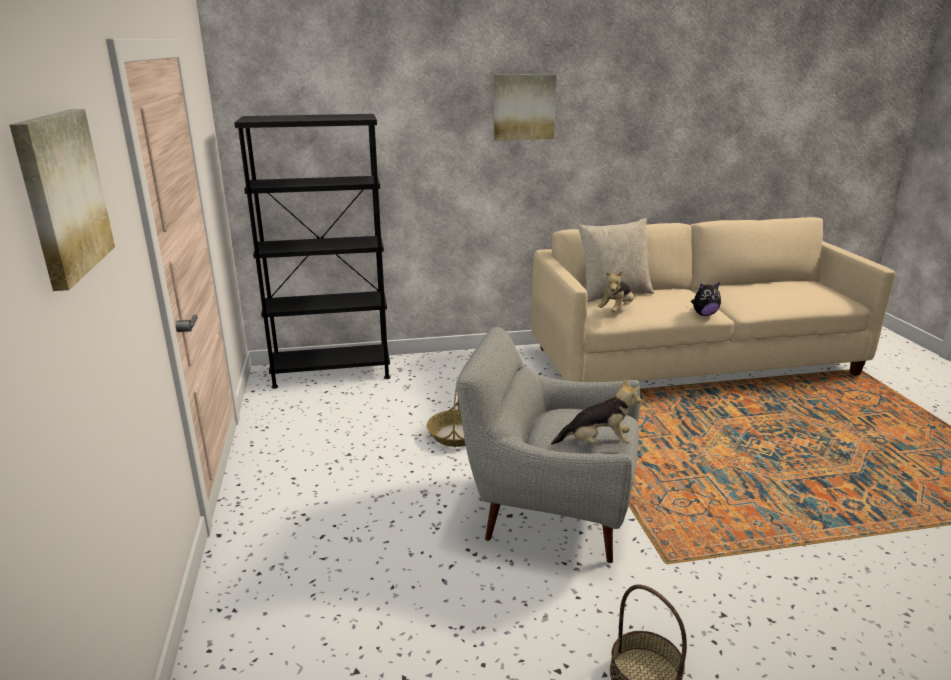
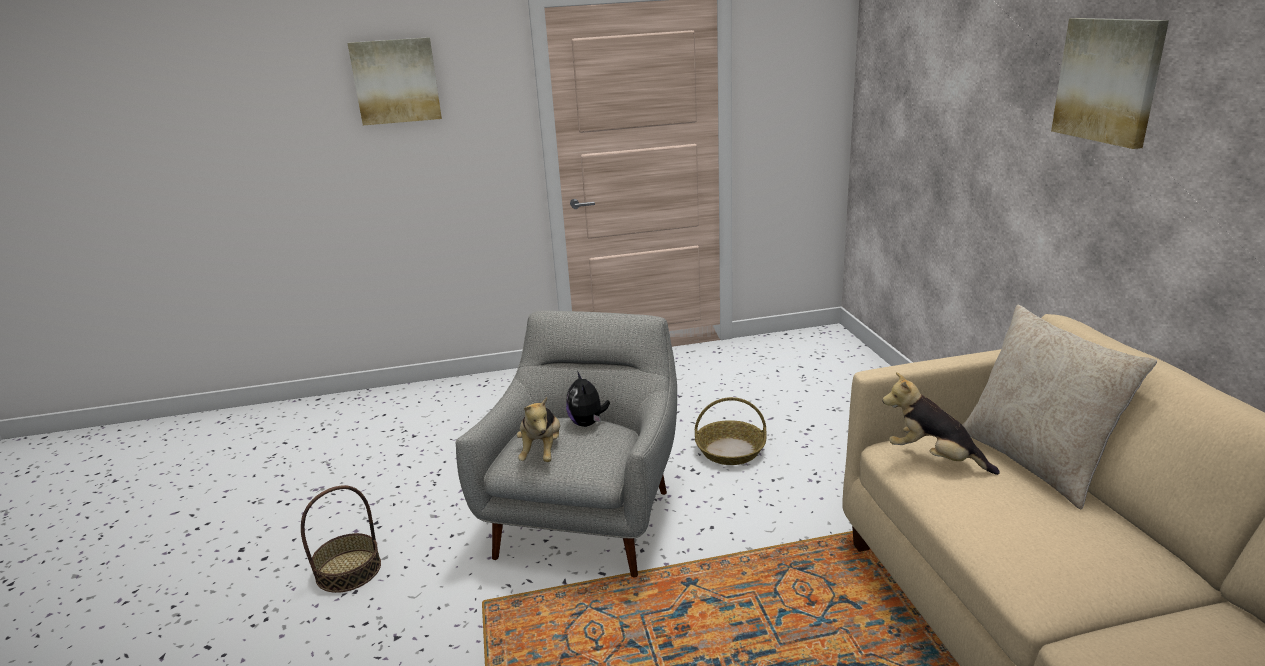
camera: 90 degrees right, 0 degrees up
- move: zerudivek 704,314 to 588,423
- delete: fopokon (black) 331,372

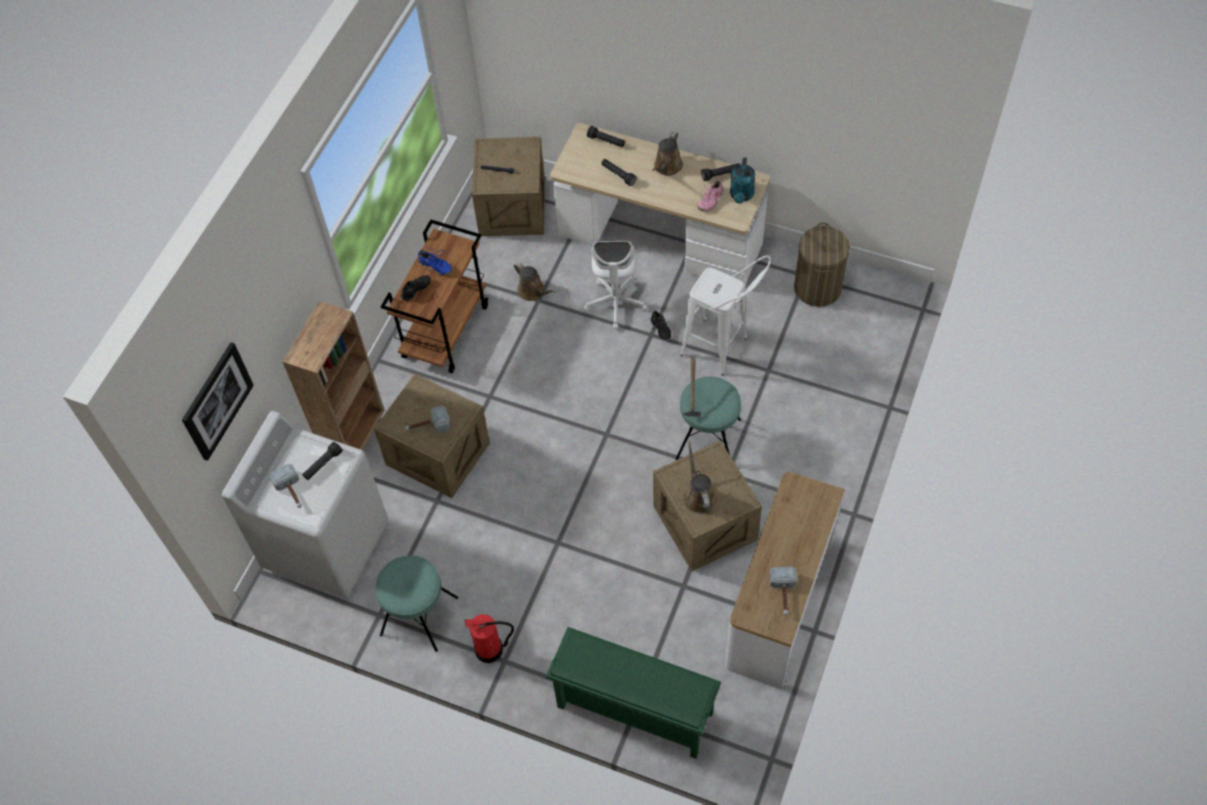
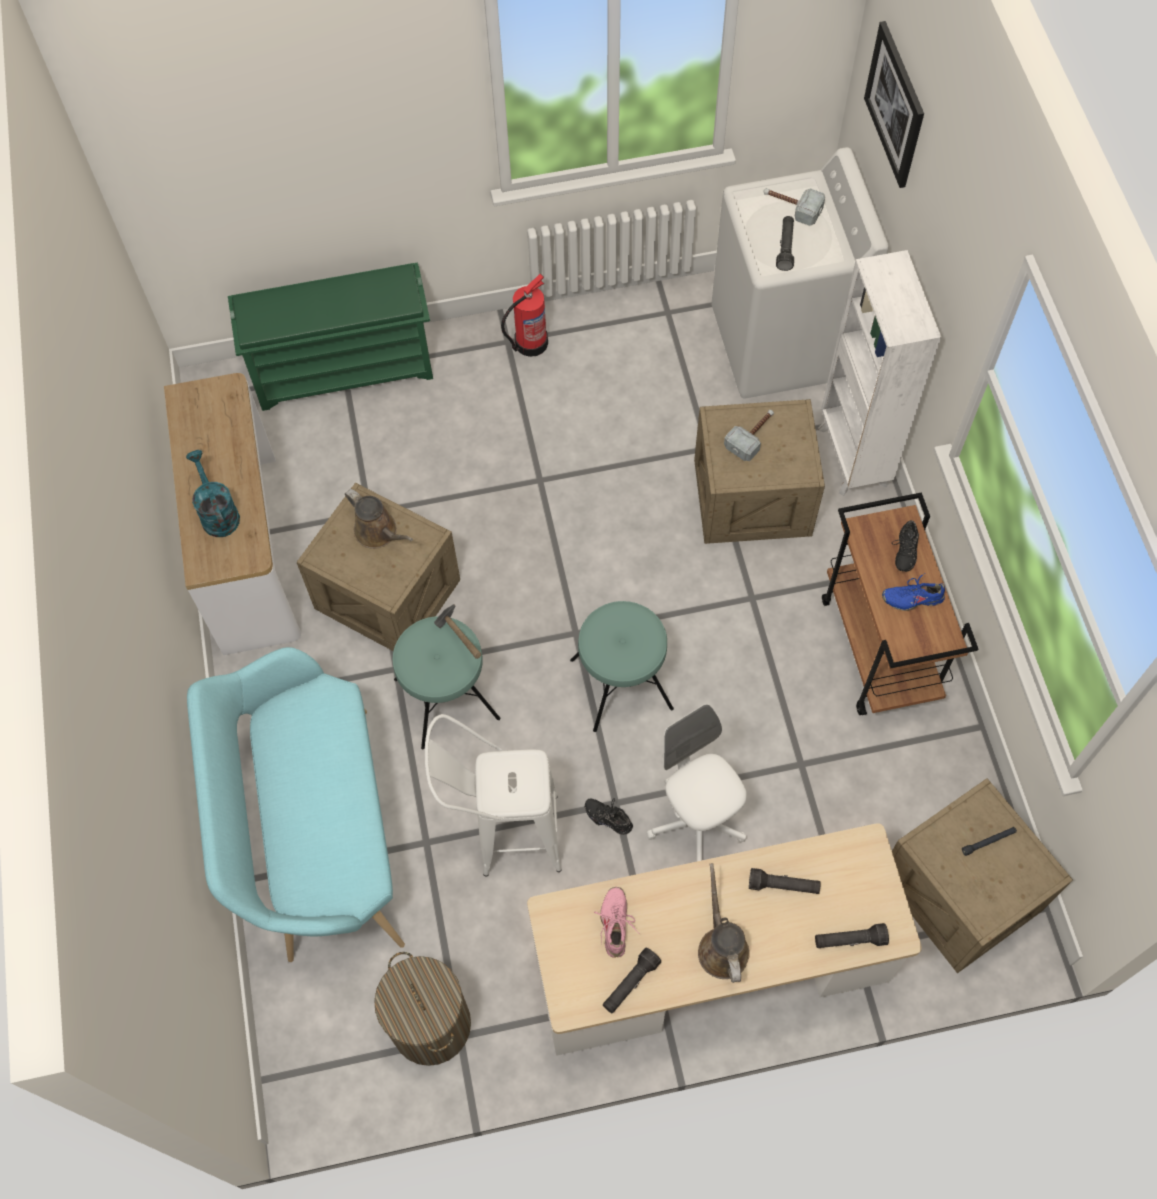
camera: 145 degrees right, 5 degrees up
- move: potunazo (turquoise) 741,196 to 217,513
- insert: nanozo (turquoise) 317,838
- move: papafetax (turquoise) 419,616 to 621,684
- recolor: fopokon (brown) 357,442 to fopokon (white) 852,458
- delete: potunazo (brown) 533,291
- delete: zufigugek 783,594

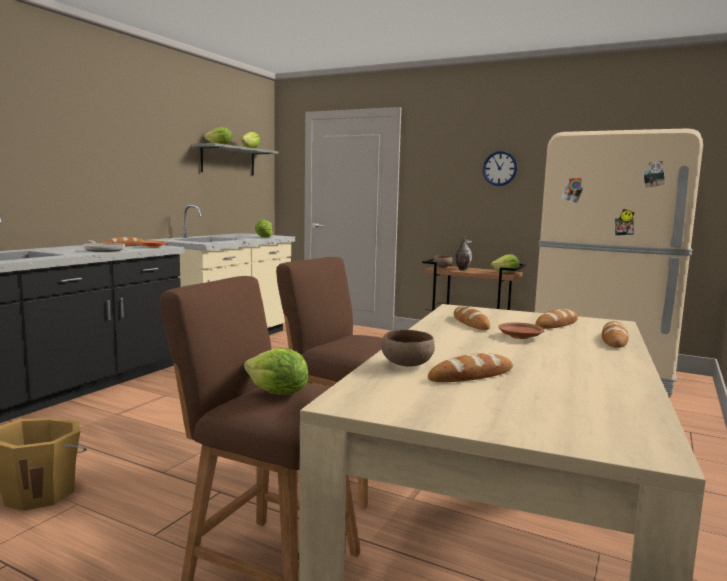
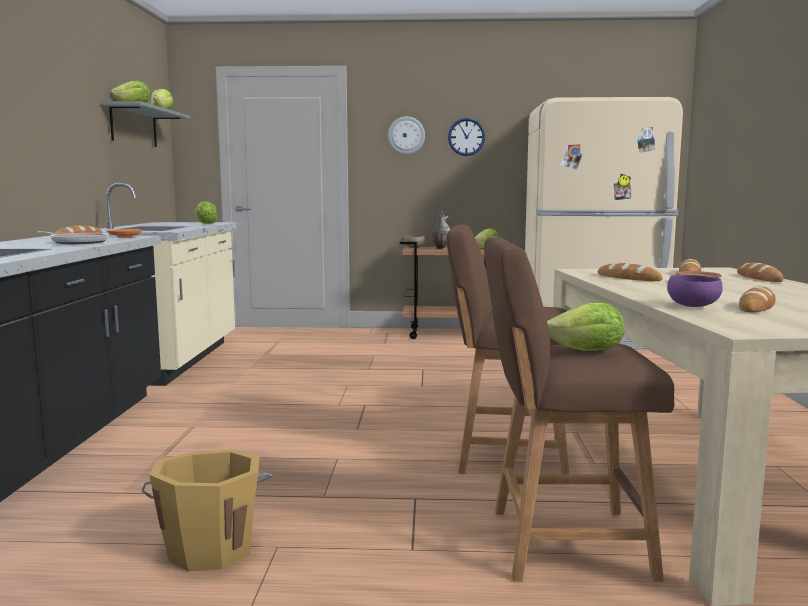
camera: 25 degrees left, 0 degrees up
- insert: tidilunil 406,135
- recolor: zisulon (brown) 407,365 to zisulon (purple) 694,306

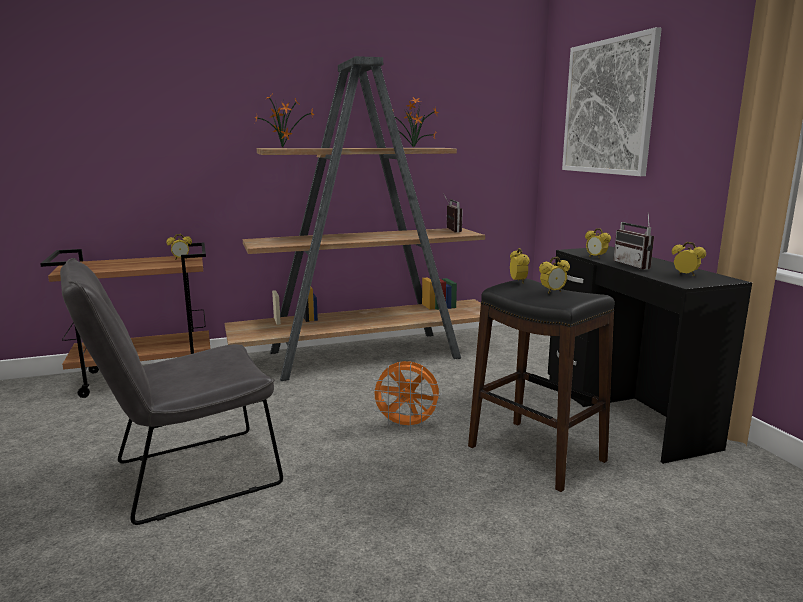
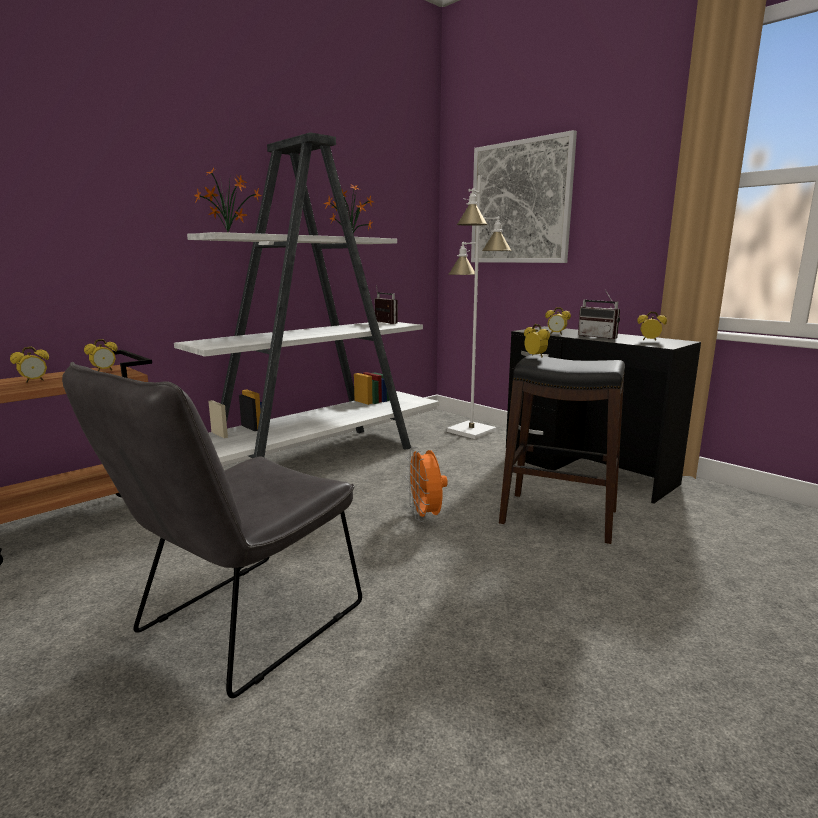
camera: 25 degrees left, 0 degrees up
- move: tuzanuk 552,292 to 34,381
- recolor: fopokon (brown) 367,355 to fopokon (white) 317,459
- rotate: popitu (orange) 407,425 = 425,516 90 degrees clockwise
- insert: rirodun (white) 470,431

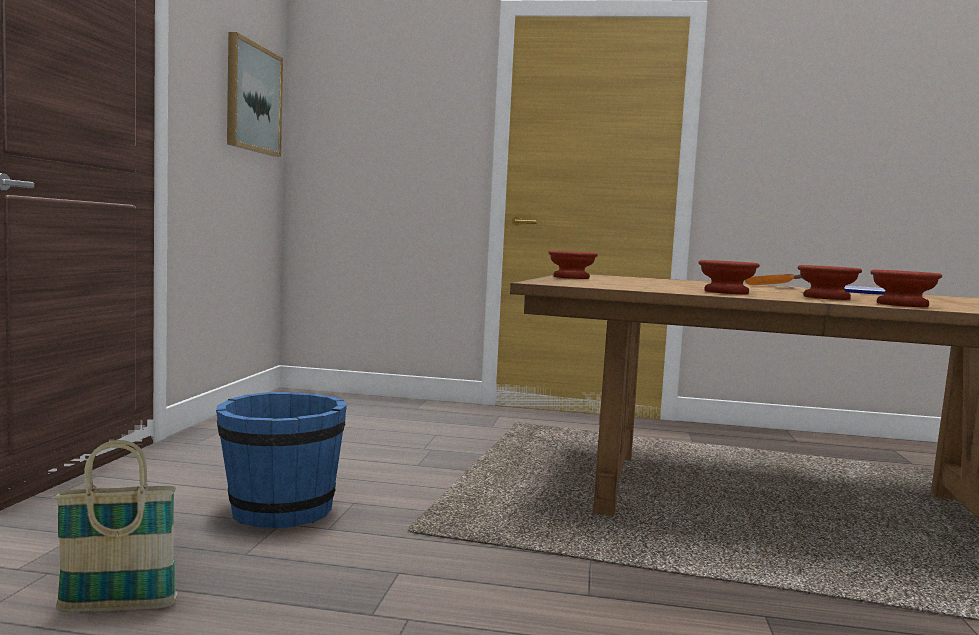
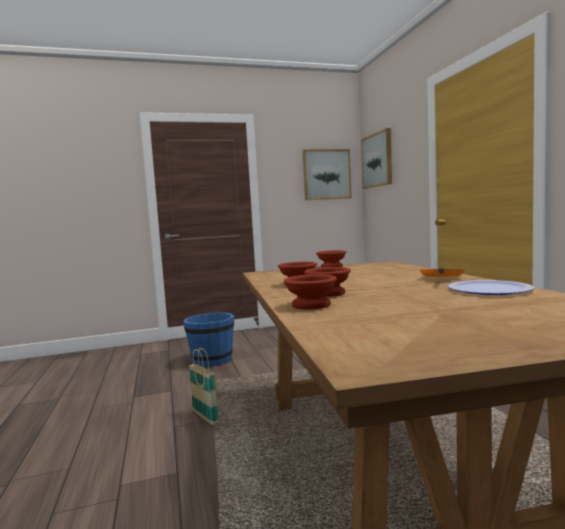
camera: 65 degrees right, 0 degrees up
- move: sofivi 117,607 to 205,417
- insert: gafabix 377,160

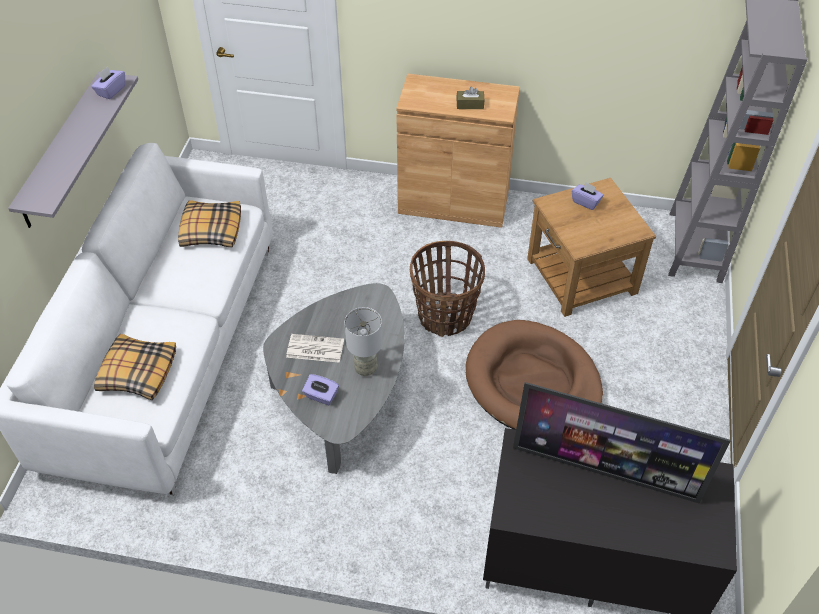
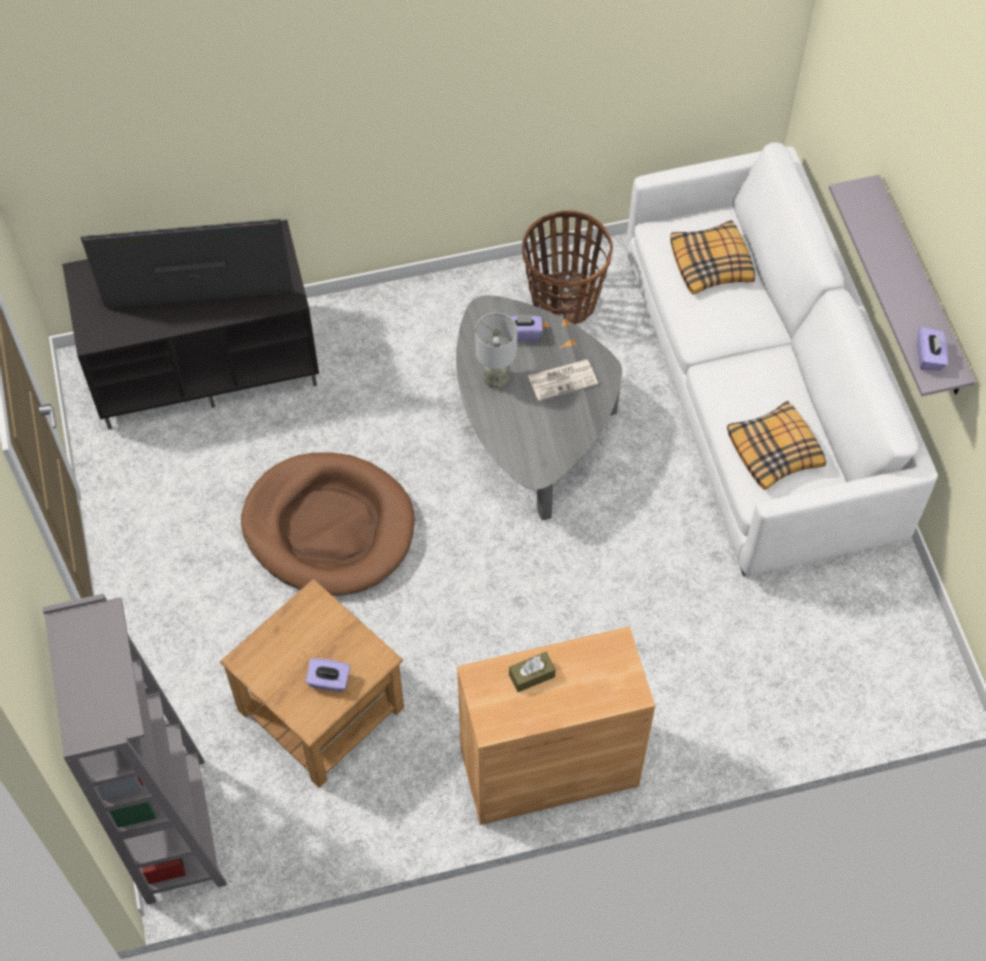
camera: 155 degrees right, 10 degrees up
- move: sofivi 445,316 to 564,299

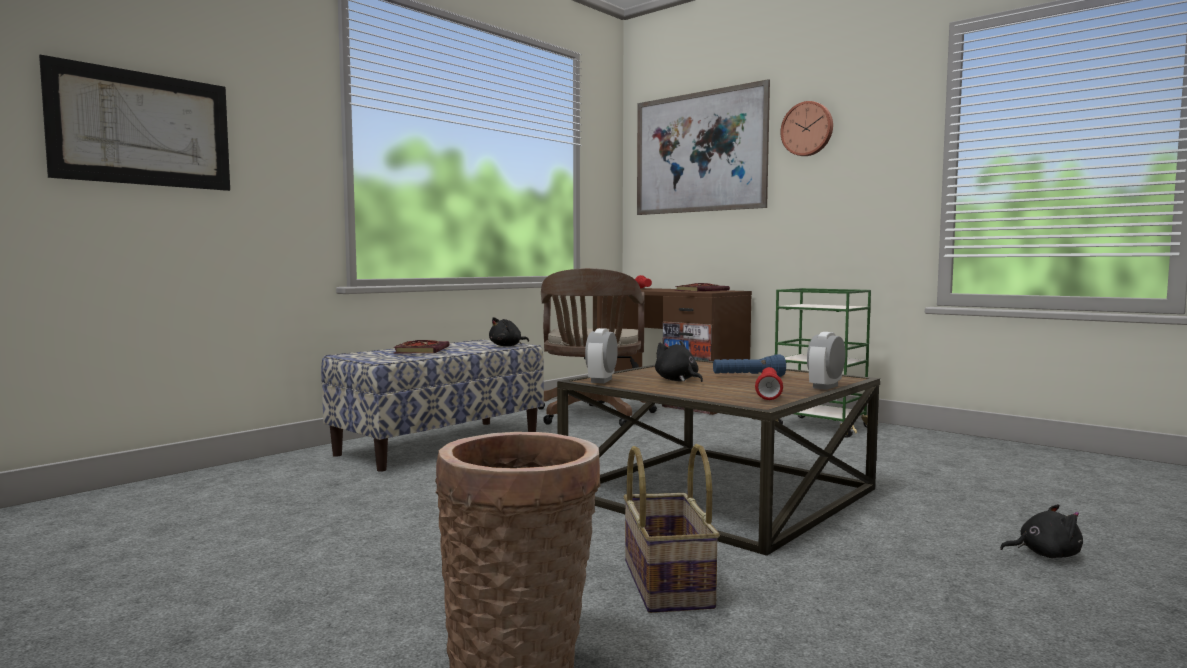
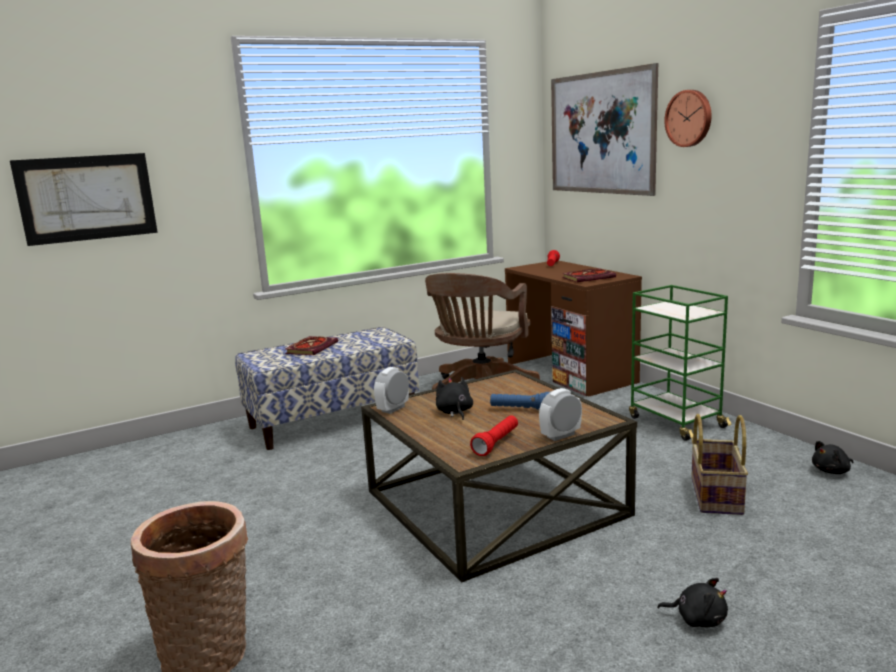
camera: 20 degrees right, 10 degrees up
- move: sofivi 665,583 to 714,495
- move: zerudivek (black) 507,346 to 832,471

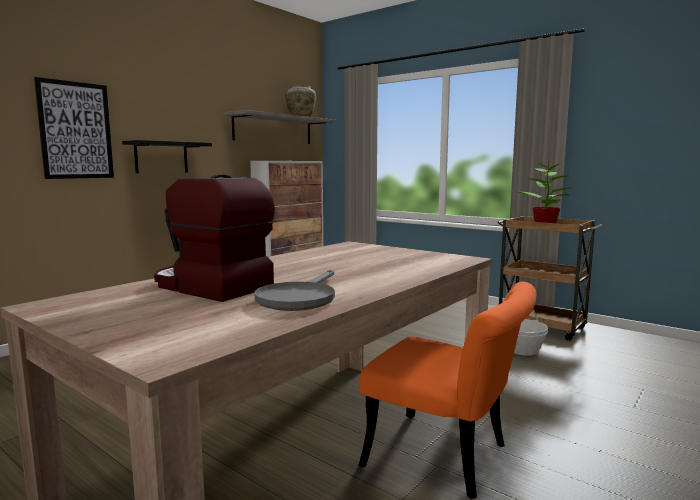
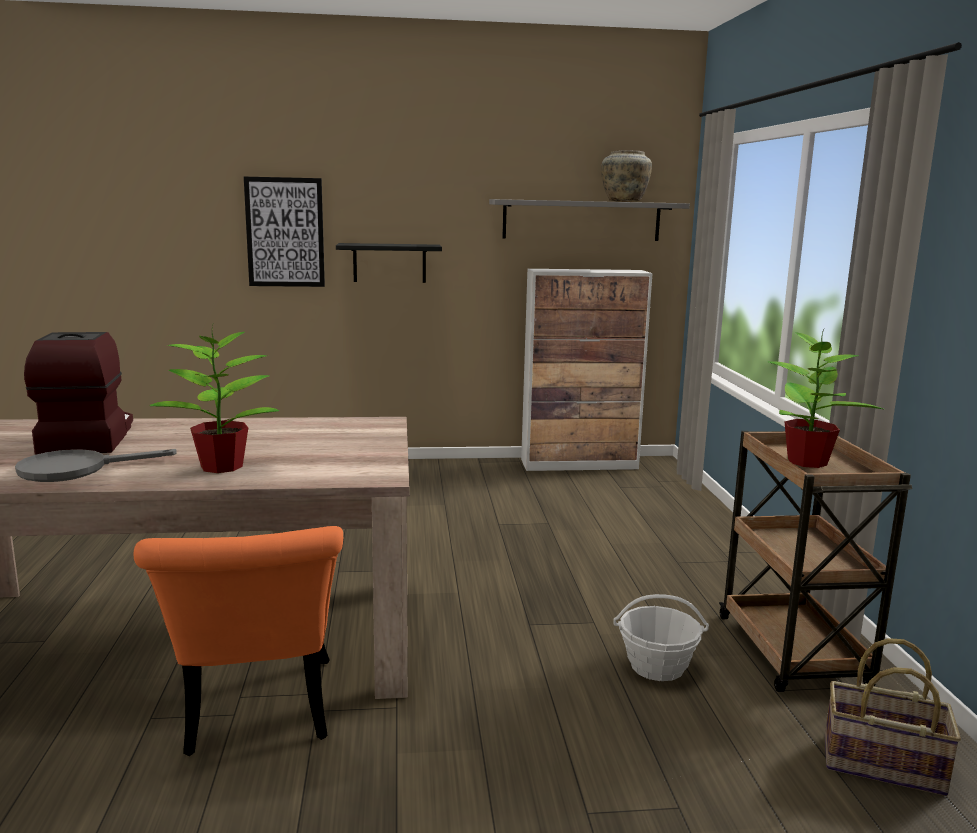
camera: 45 degrees right, 5 degrees up
- insert: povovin 223,466
- insert: sofivi 882,766

